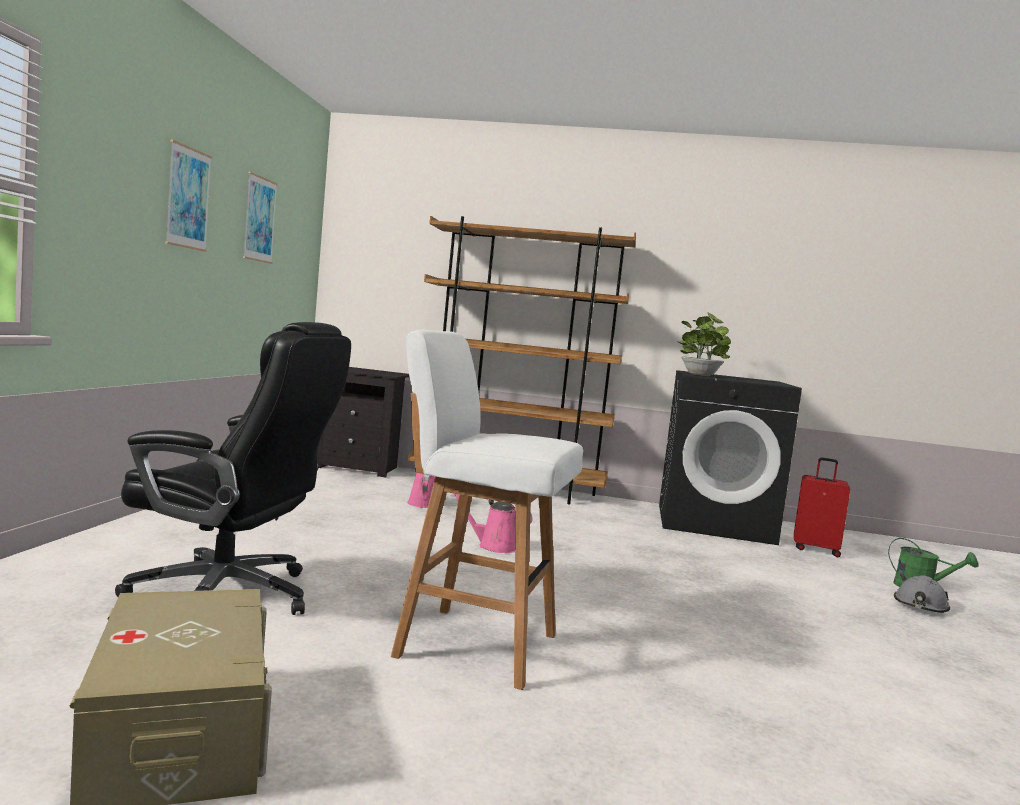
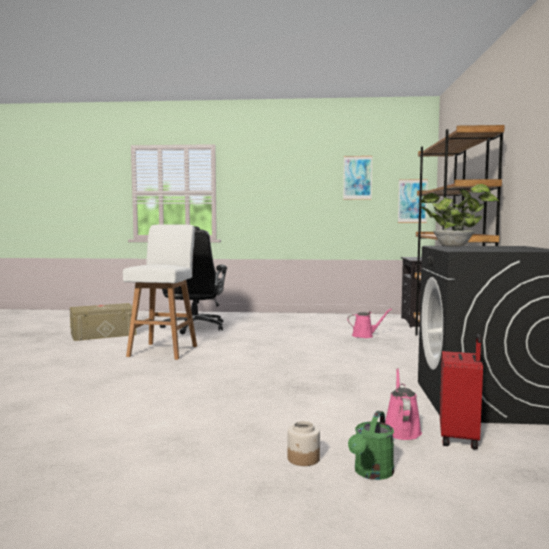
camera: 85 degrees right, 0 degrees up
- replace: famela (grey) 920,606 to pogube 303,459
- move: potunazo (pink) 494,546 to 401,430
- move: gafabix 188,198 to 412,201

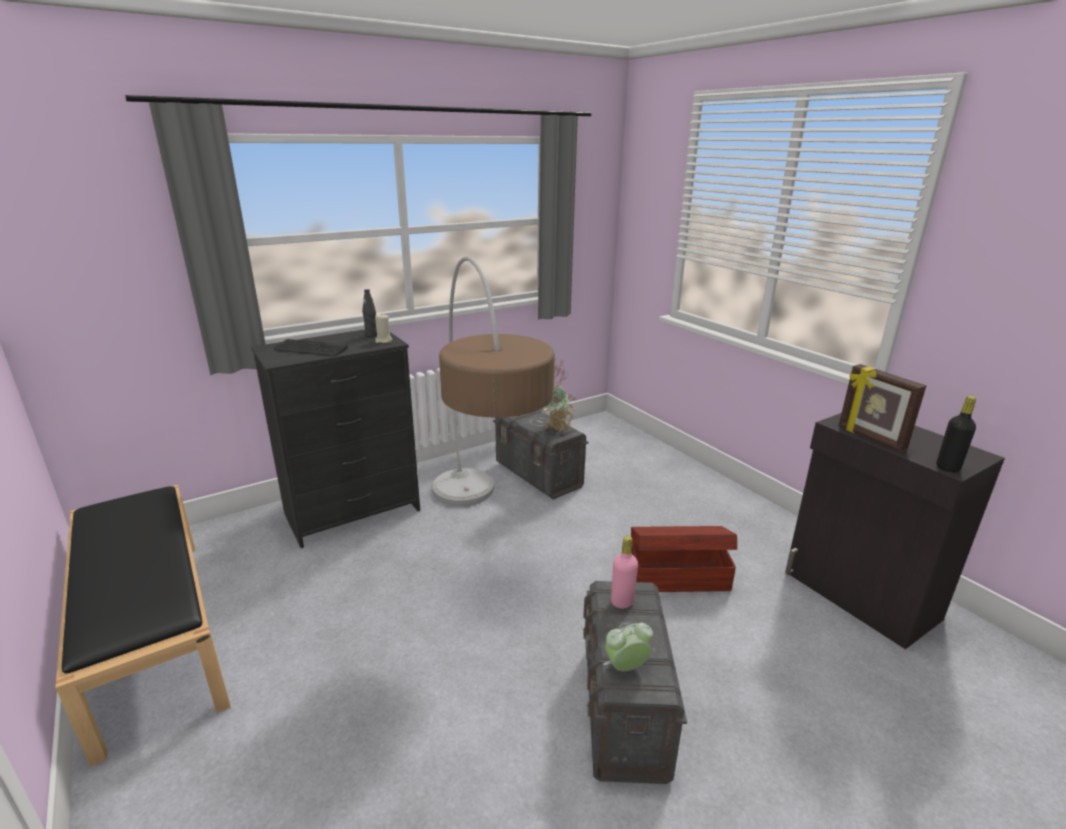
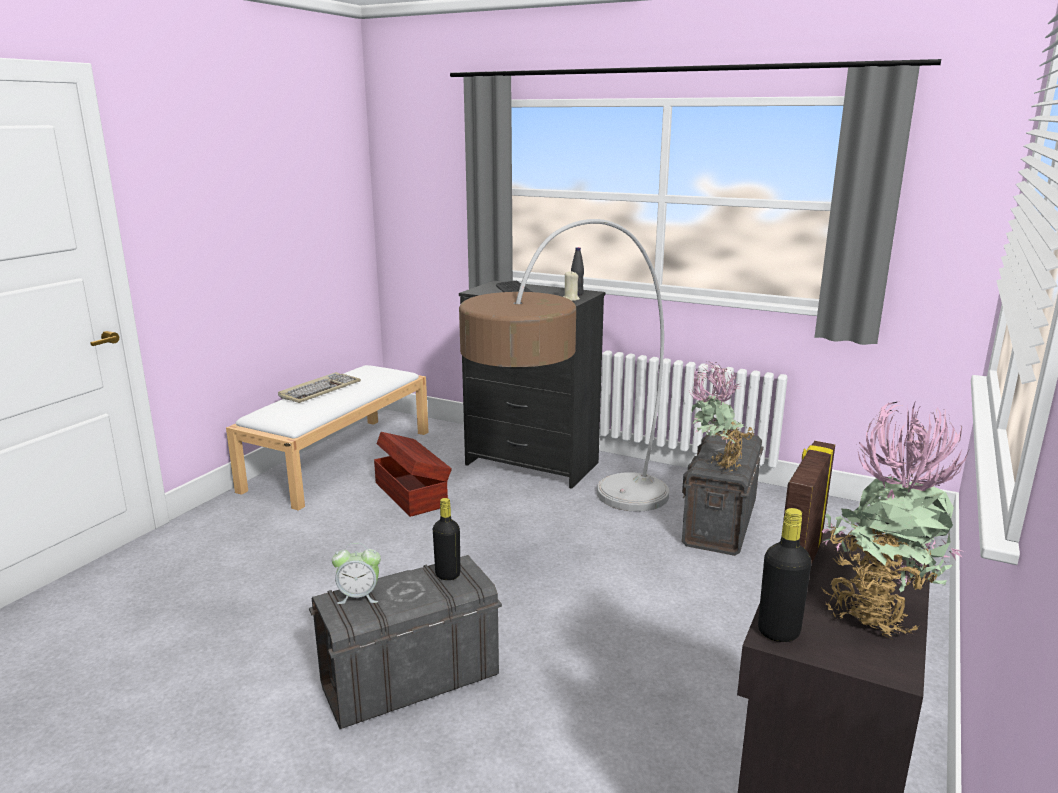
camera: 60 degrees right, 5 degrees down
- recolor: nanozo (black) 152,632 to nanozo (white) 340,459
- insert: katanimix 320,390
- rotate: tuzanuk 625,667 = 359,596 135 degrees clockwise
- move: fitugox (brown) 677,576 to 411,493
- recolor: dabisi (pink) 622,602 to dabisi (black) 448,575
- insert: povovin 875,613

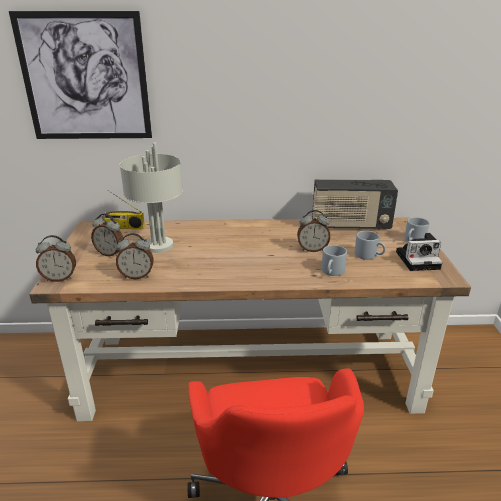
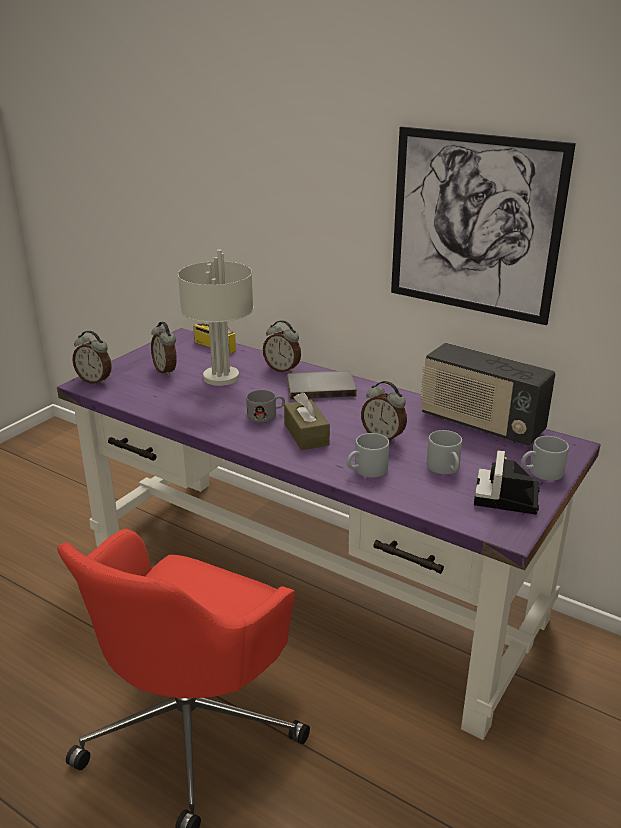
camera: 35 degrees right, 0 degrees up
- recolor: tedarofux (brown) 251,371 to tedarofux (purple) 313,583
- insert: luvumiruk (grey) 266,416
- move: tuzanuk 137,276 to 282,369
- insert: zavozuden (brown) 306,434
- insert: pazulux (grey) 320,387
- move: gafabix 85,78 to 474,225
- rotate: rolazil 419,260 = 507,498 75 degrees clockwise

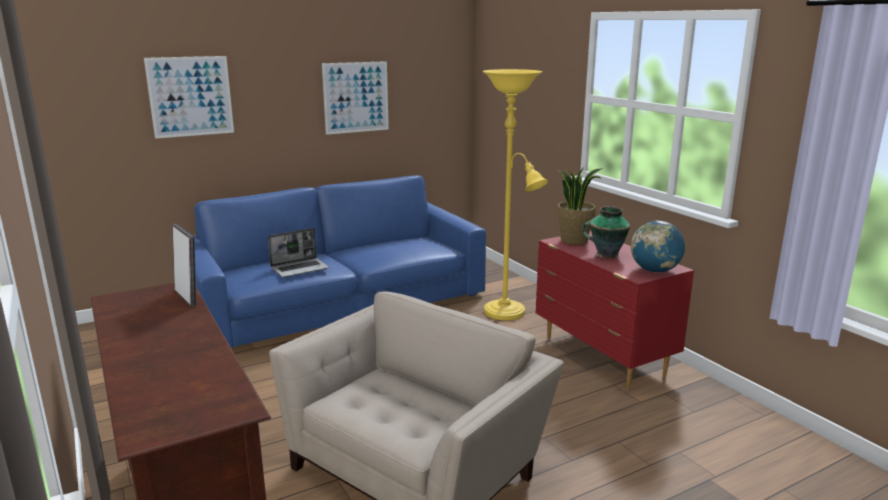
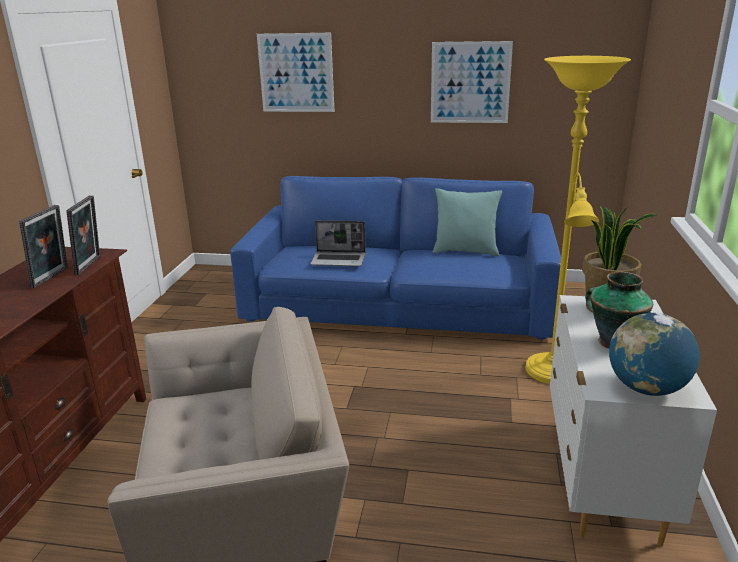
camera: 40 degrees right, 5 degrees up
- insert: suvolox 52,277
- insert: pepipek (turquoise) 465,251
- recolor: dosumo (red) 603,357 to dosumo (white) 603,478

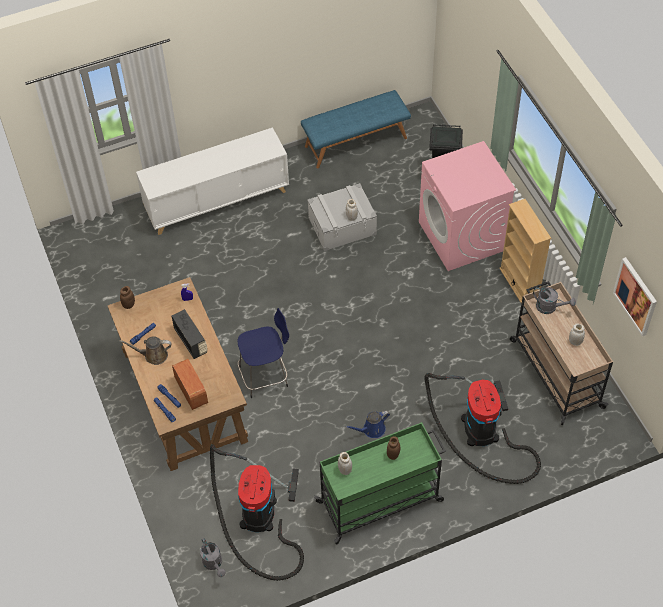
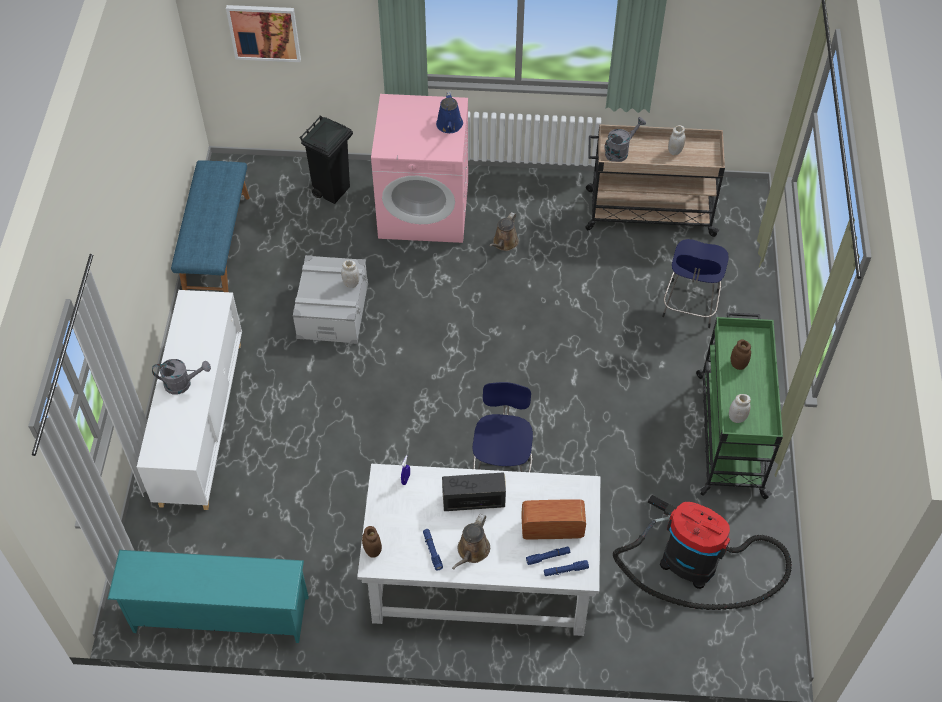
camera: 65 degrees left, 0 degrees up
- insert: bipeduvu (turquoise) 219,616
- move: potunazo (grey) 214,564 to 183,383
- move: gafabix 636,296 to 264,32
- recolor: tedarofux (brown) 184,396 to tedarofux (white) 480,577
- move: potunazo (blue) 371,430 to 449,126
- insert: potunazo (brown) 504,243
- replace: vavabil 482,433 to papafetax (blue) 689,306
- delete: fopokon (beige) 519,284

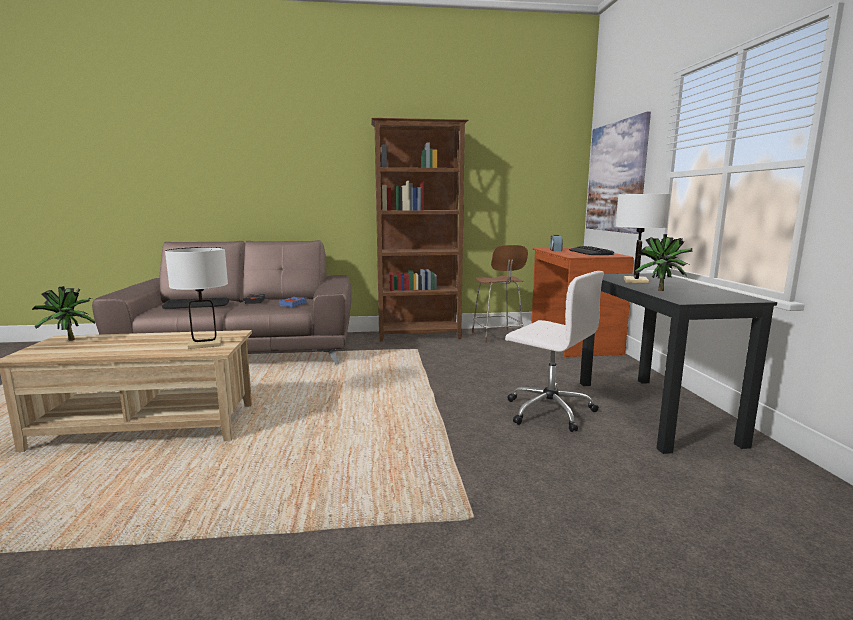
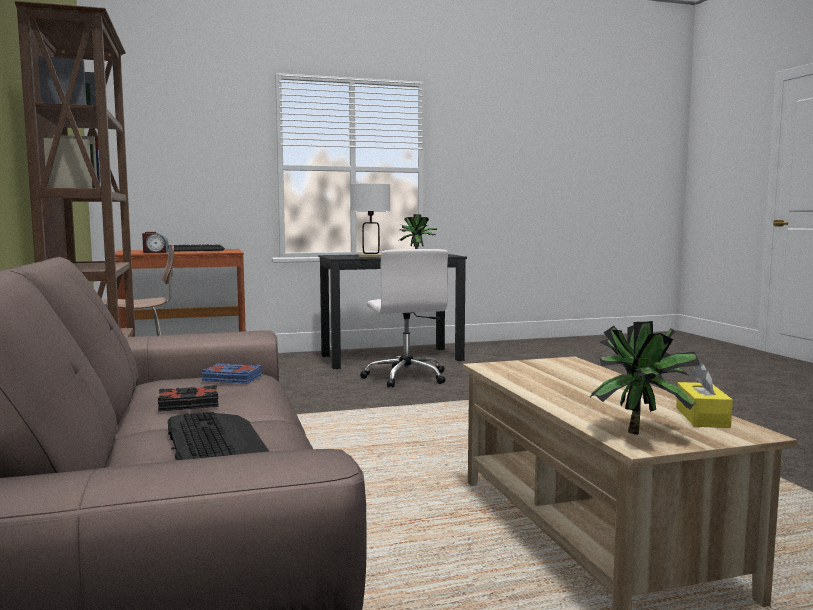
camera: 100 degrees left, 5 degrees down
- rotate: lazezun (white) 548,410 = 406,377 135 degrees clockwise
- insert: zavozuden (yellow) 702,417
- delete: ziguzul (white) 205,344
- delete: gafabix 616,177

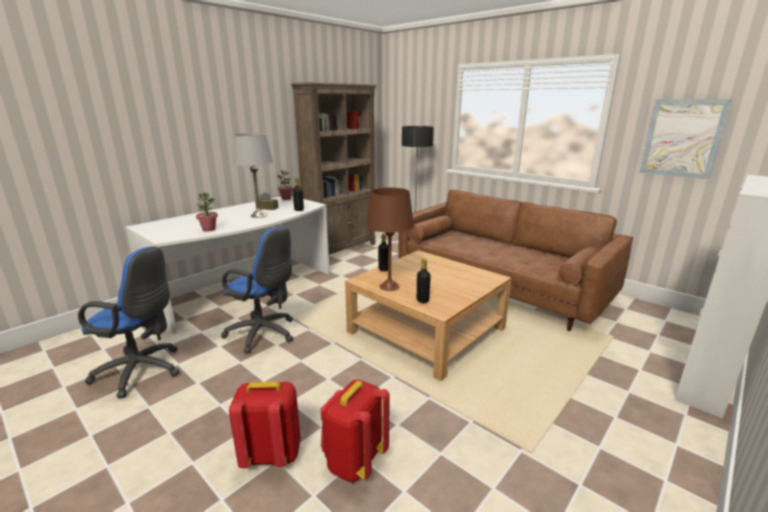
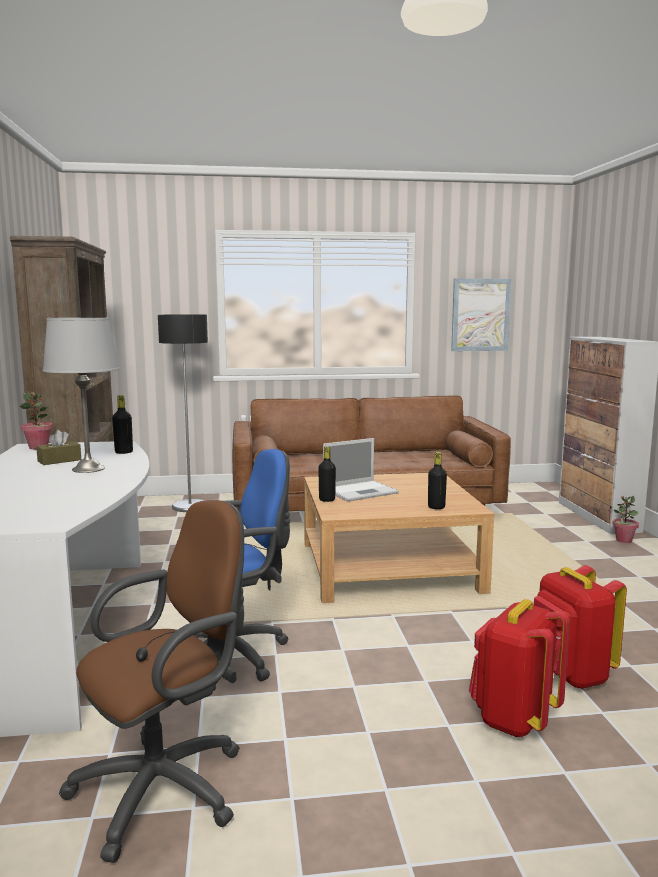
camera: 50 degrees left, 10 degrees down
- recolor: lazezun (blue) 143,372 to lazezun (brown) 168,786
- insert: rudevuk 361,491
- move: povovin 209,229 to 623,540
- delete: ziguzul (brown) 389,286

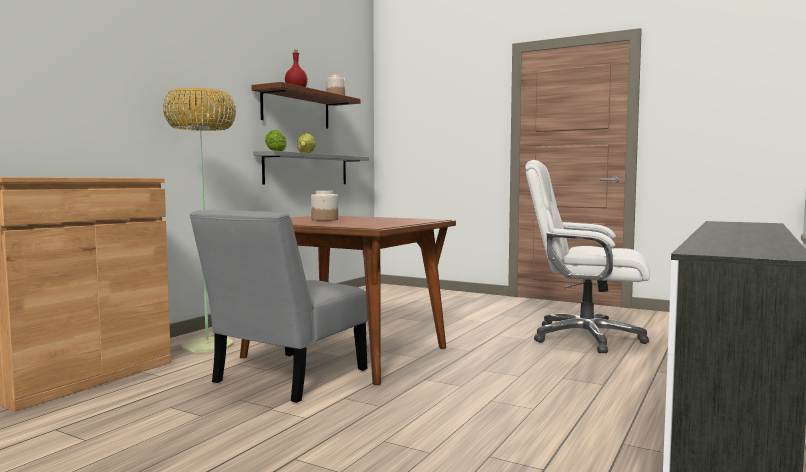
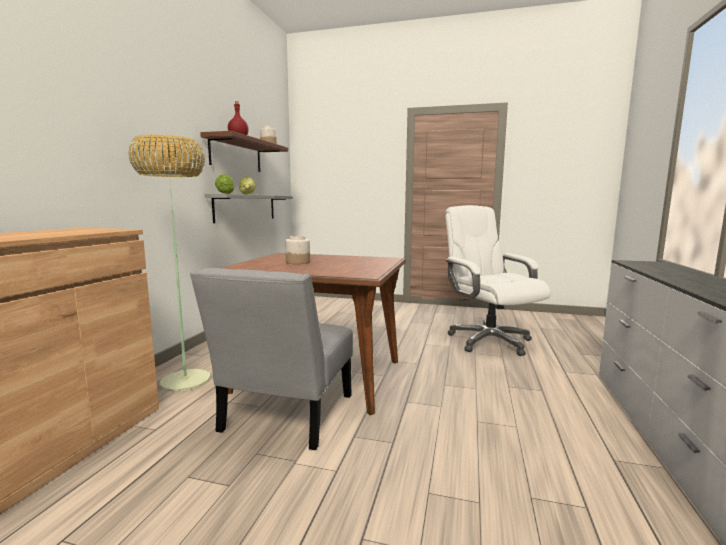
camera: 15 degrees left, 5 degrees up
- rotate: lazezun (white) 585,338 = 489,341 60 degrees clockwise

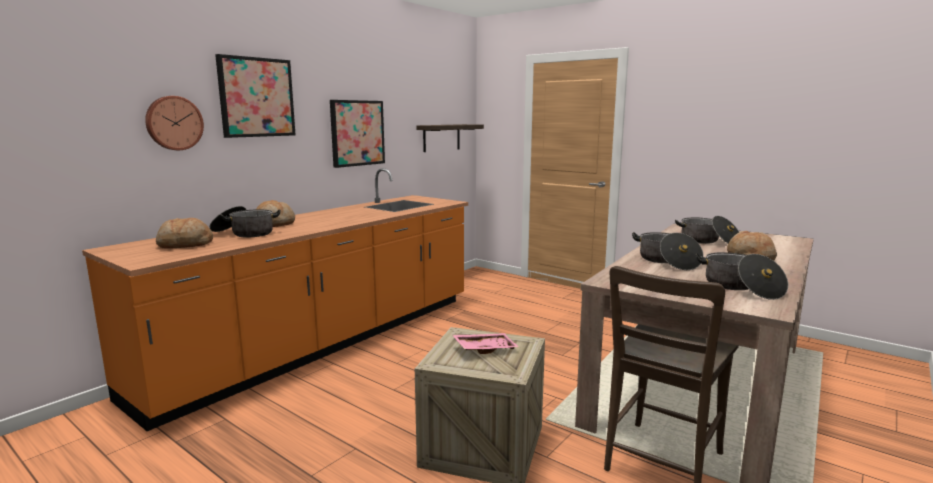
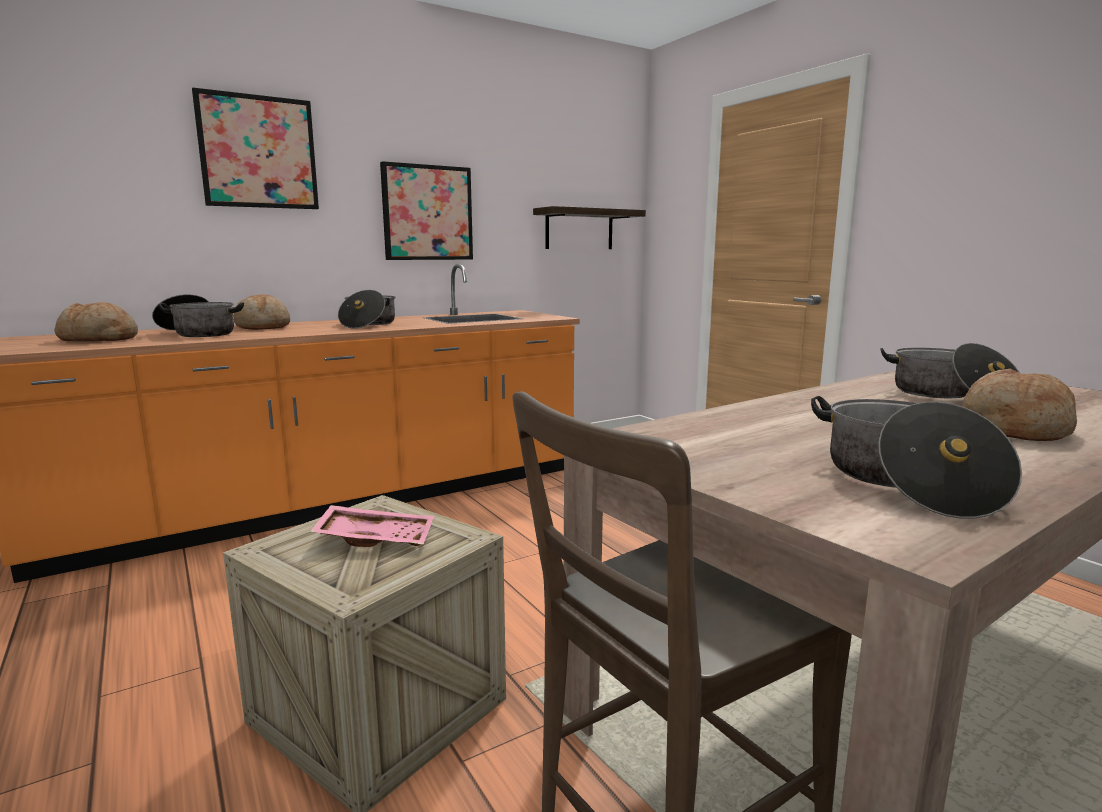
camera: 20 degrees right, 0 degrees up
- move: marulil 667,261 to 368,324
- delete: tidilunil 174,123

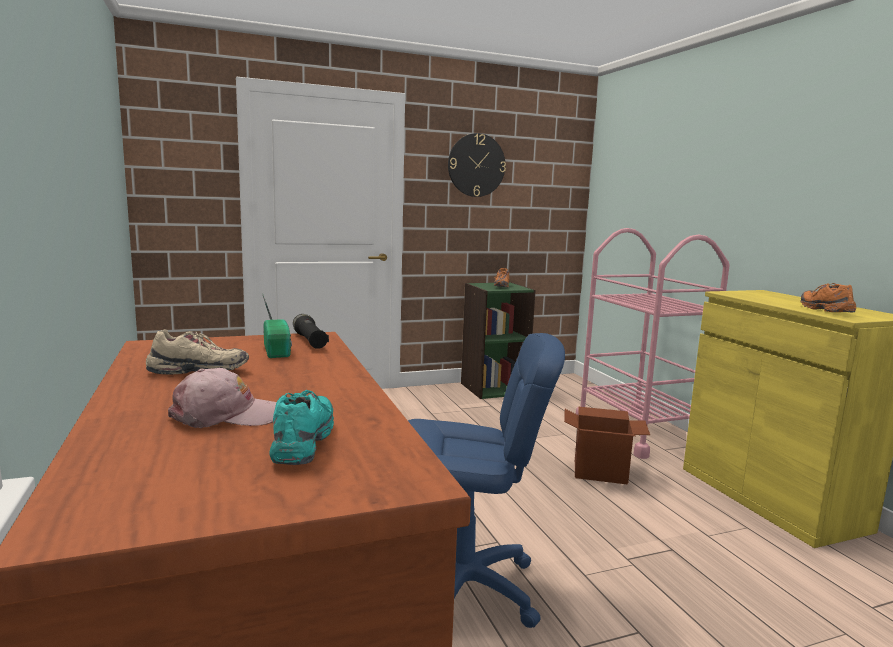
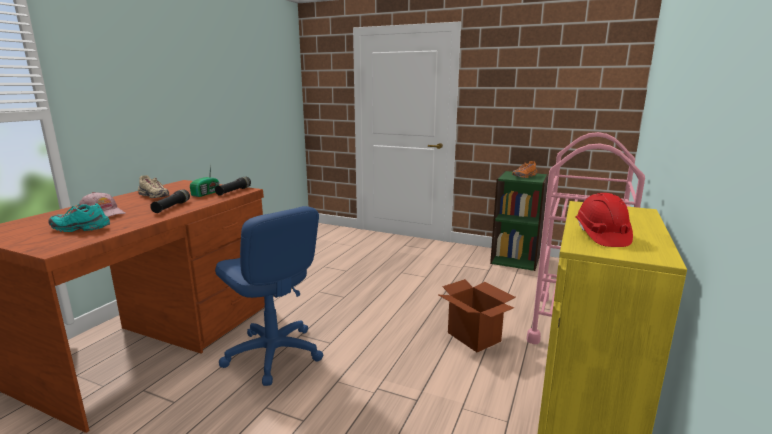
camera: 45 degrees right, 5 degrees up
- rotate: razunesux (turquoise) 303,444 = 80,228 135 degrees counterclockwise
- insert: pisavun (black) 171,207
- replace: razunesux (orange) 825,310 to famela (red) 601,236
- delete: tidilunil 476,165

